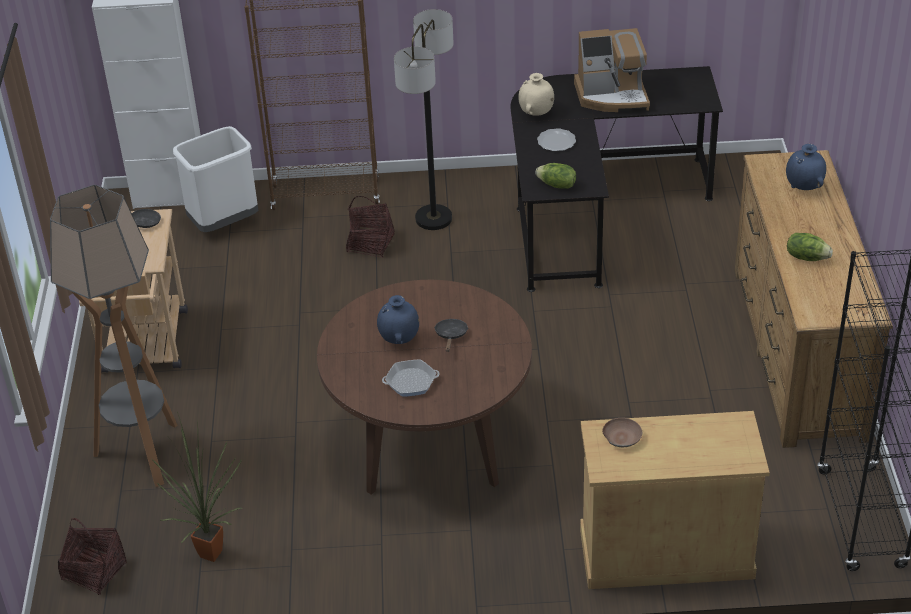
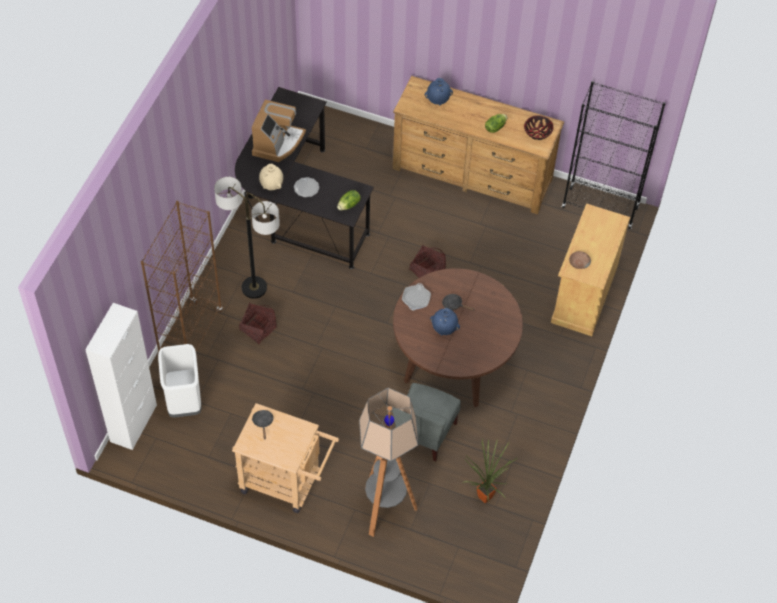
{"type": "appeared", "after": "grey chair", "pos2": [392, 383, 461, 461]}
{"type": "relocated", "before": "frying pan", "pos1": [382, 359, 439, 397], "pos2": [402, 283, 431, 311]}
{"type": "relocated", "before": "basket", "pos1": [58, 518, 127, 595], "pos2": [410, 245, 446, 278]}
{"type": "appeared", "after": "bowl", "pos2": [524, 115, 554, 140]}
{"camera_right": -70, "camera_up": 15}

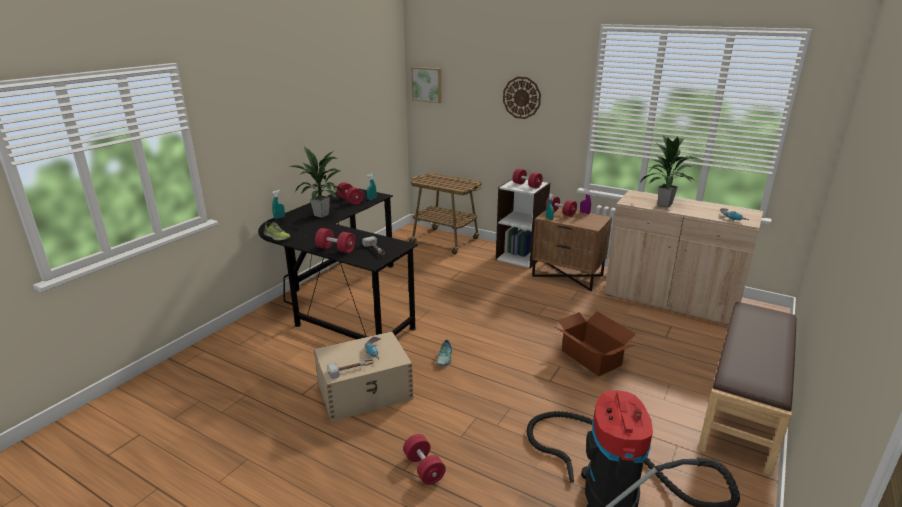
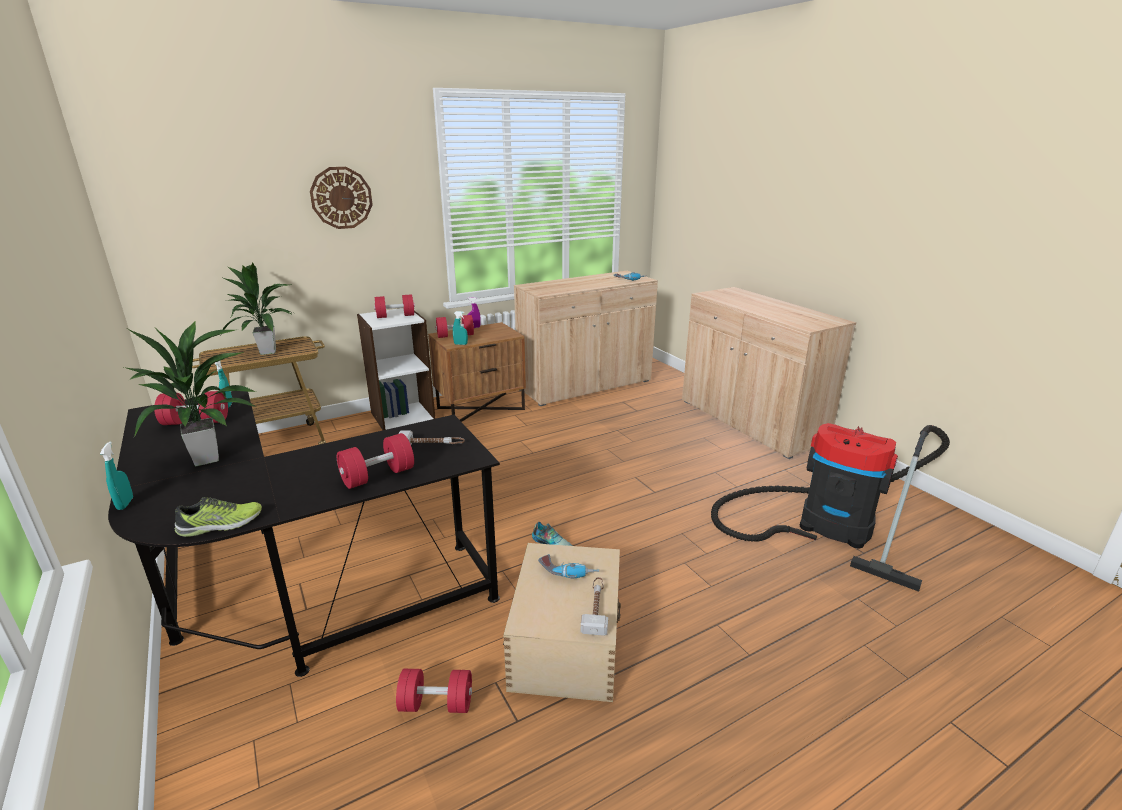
{"type": "relocated", "before": "potted plant", "pos1": [641, 136, 701, 207], "pos2": [221, 262, 293, 355]}
{"type": "relocated", "before": "red dumbbell", "pos1": [403, 434, 446, 485], "pos2": [396, 669, 472, 713]}
{"type": "exchanged", "before": "brown bench", "after": "beige cabinet", "pos1": [697, 302, 797, 476], "pos2": [682, 287, 856, 459]}
{"type": "missing", "before": "picture", "pos1": [411, 67, 441, 103]}
{"type": "missing", "before": "cardboard box", "pos1": [555, 311, 635, 376]}
{"camera_right": -60, "camera_up": 0}

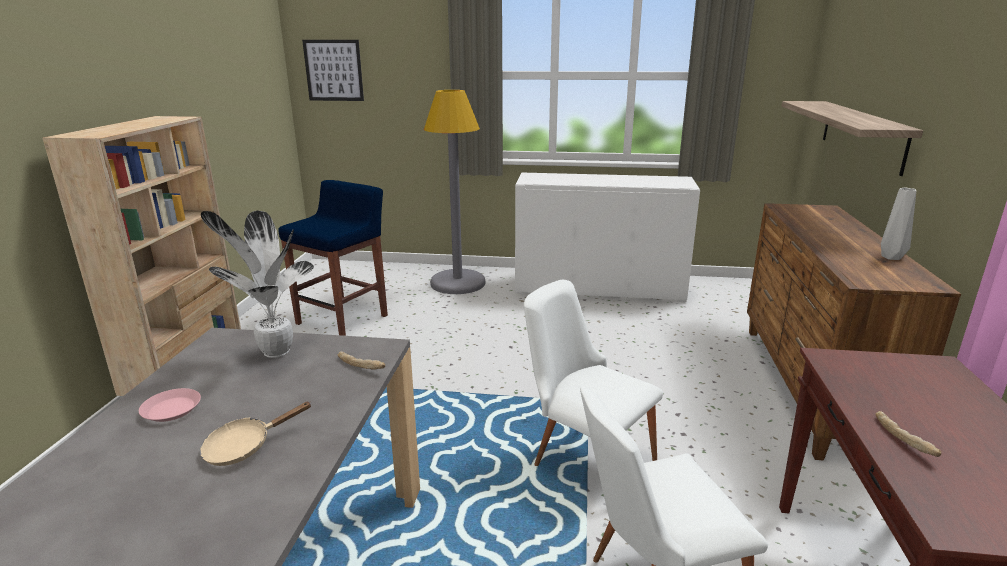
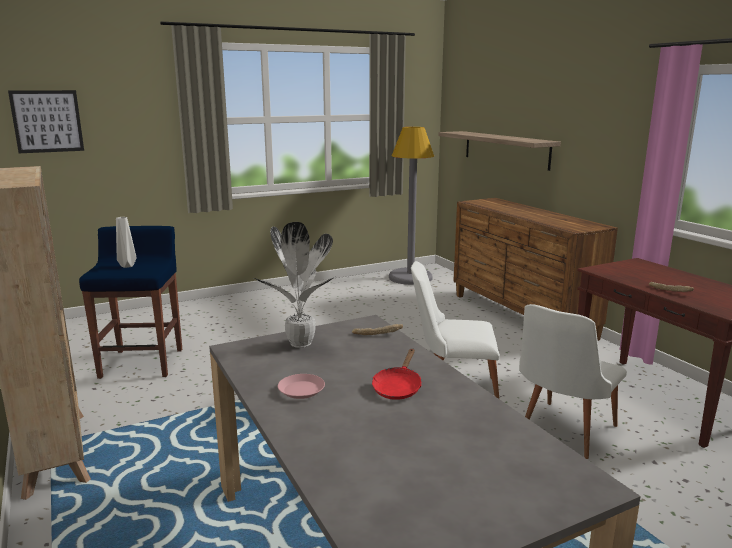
{"type": "relocated", "before": "grey vase", "pos1": [881, 188, 916, 260], "pos2": [116, 217, 137, 268]}
{"type": "colour", "before": "beige frying pan", "after": "red frying pan", "pos1": [200, 402, 312, 466], "pos2": [372, 348, 422, 400]}
{"type": "relocated", "before": "grey floor lamp", "pos1": [424, 90, 485, 294], "pos2": [389, 127, 434, 285]}
{"type": "missing", "before": "white cabinet", "pos1": [515, 173, 700, 302]}
{"camera_right": -35, "camera_up": -5}

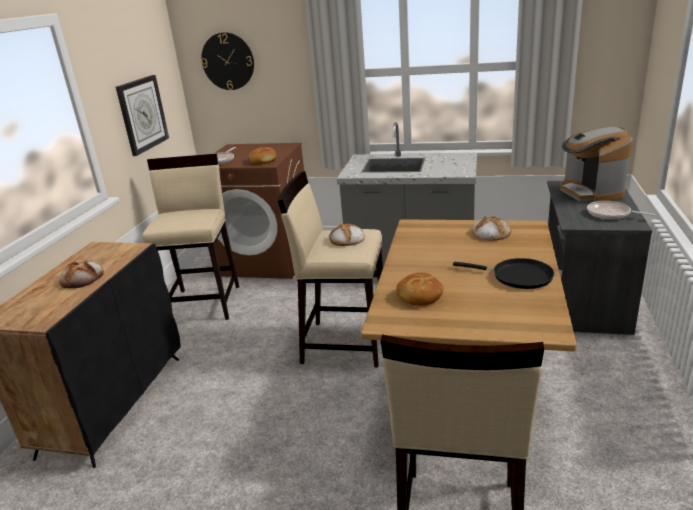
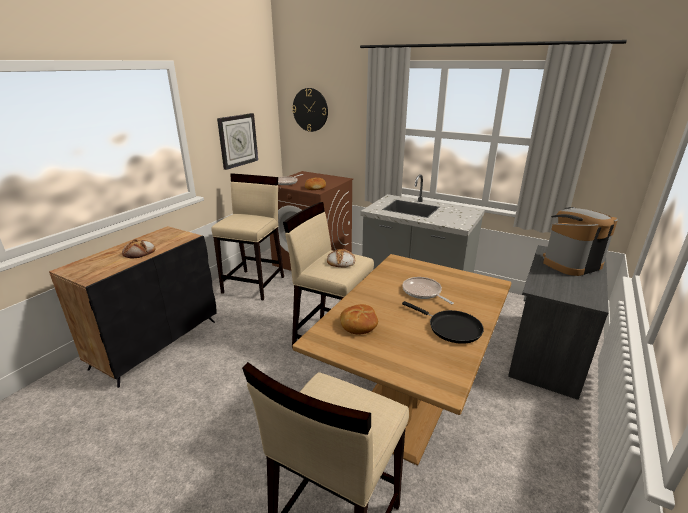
{"type": "relocated", "before": "frying pan", "pos1": [587, 201, 656, 220], "pos2": [402, 277, 454, 304]}
{"type": "spun", "before": "coffee machine", "pos1": [560, 127, 633, 202], "pos2": [543, 207, 618, 276], "turn": 60}
{"type": "missing", "before": "bread", "pos1": [472, 215, 511, 241]}
{"camera_right": 15, "camera_up": 0}

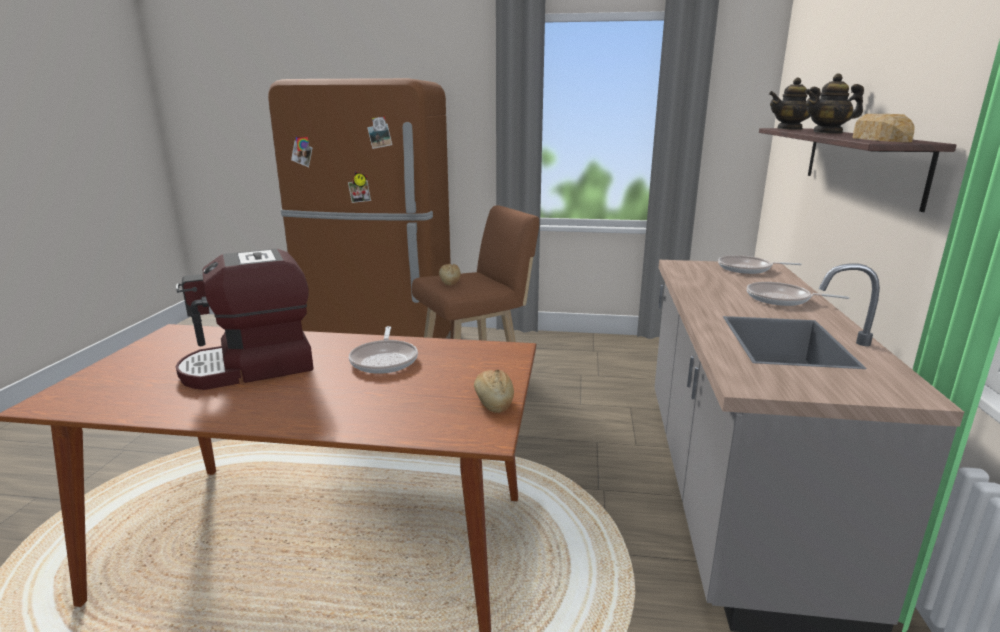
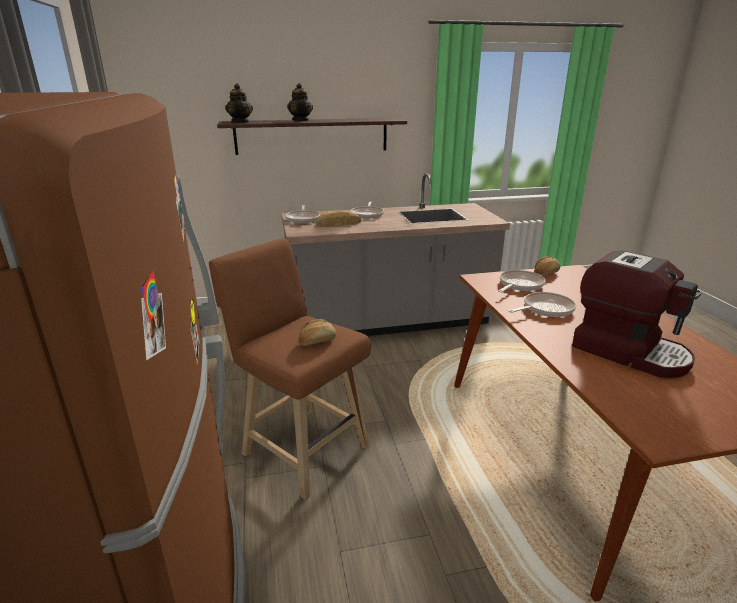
{"type": "relocated", "before": "bread", "pos1": [852, 114, 915, 142], "pos2": [316, 210, 361, 227]}
{"type": "appeared", "after": "frying pan", "pos2": [498, 270, 546, 292]}
{"camera_right": -110, "camera_up": 5}

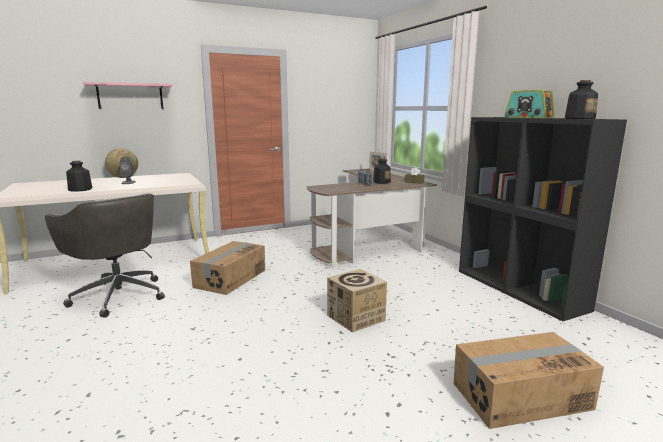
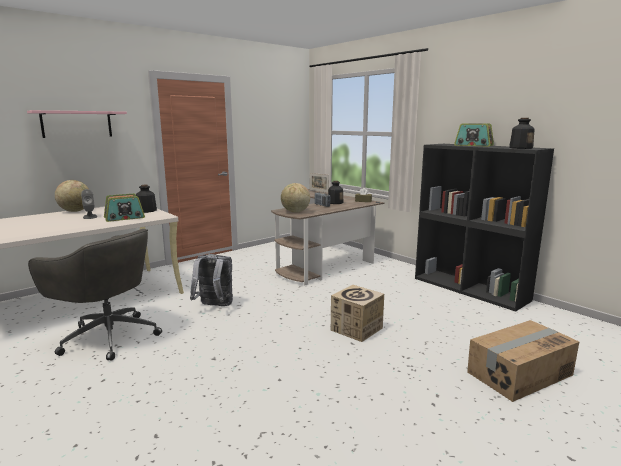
{"type": "appeared", "after": "radio", "pos2": [104, 193, 145, 222]}
{"type": "relocated", "before": "bottle", "pos1": [66, 160, 92, 192], "pos2": [136, 185, 157, 213]}
{"type": "exchanged", "before": "cardboard box", "after": "grey backpack", "pos1": [190, 241, 265, 295], "pos2": [190, 254, 233, 306]}
{"type": "appeared", "after": "globe", "pos2": [281, 183, 310, 213]}
{"camera_right": -15, "camera_up": 0}

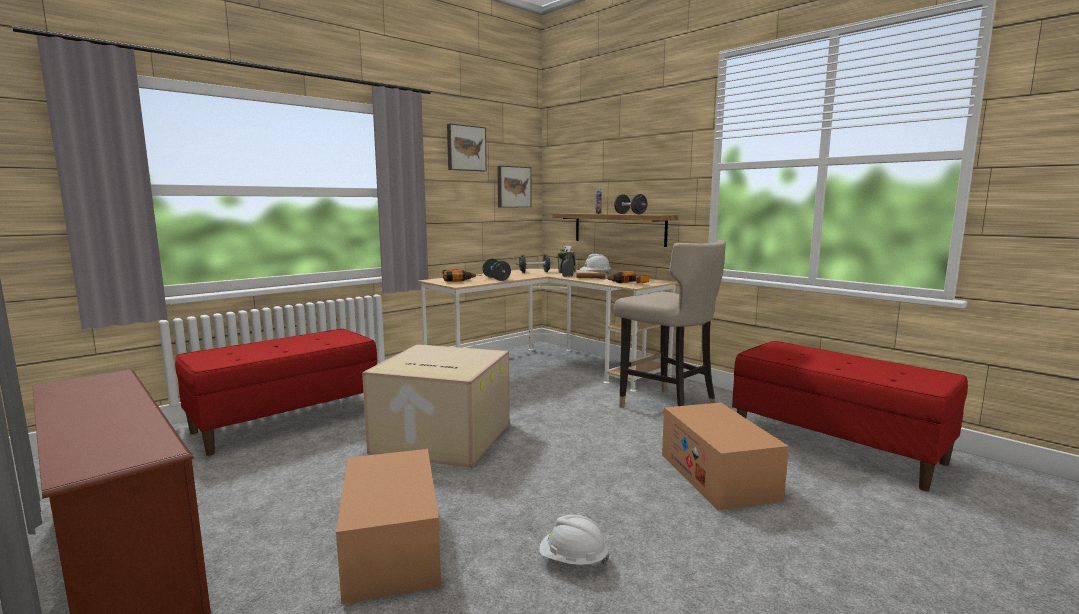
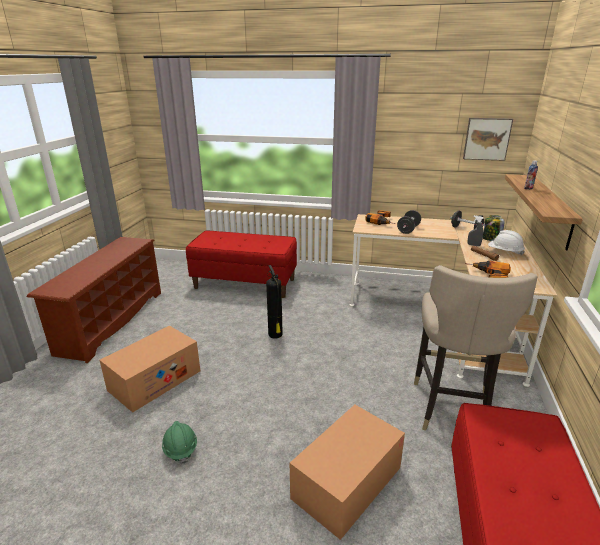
{"type": "colour", "before": "white hard hat", "after": "green hard hat", "pos1": [539, 515, 609, 566], "pos2": [162, 421, 197, 464]}
{"type": "exchanged", "before": "cardboard box", "after": "fire extinguisher", "pos1": [362, 344, 510, 468], "pos2": [266, 265, 283, 339]}
{"type": "missing", "before": "picture", "pos1": [447, 123, 487, 171]}
{"type": "missing", "before": "black dumbbell", "pos1": [614, 194, 647, 214]}
{"camera_right": 55, "camera_up": 15}

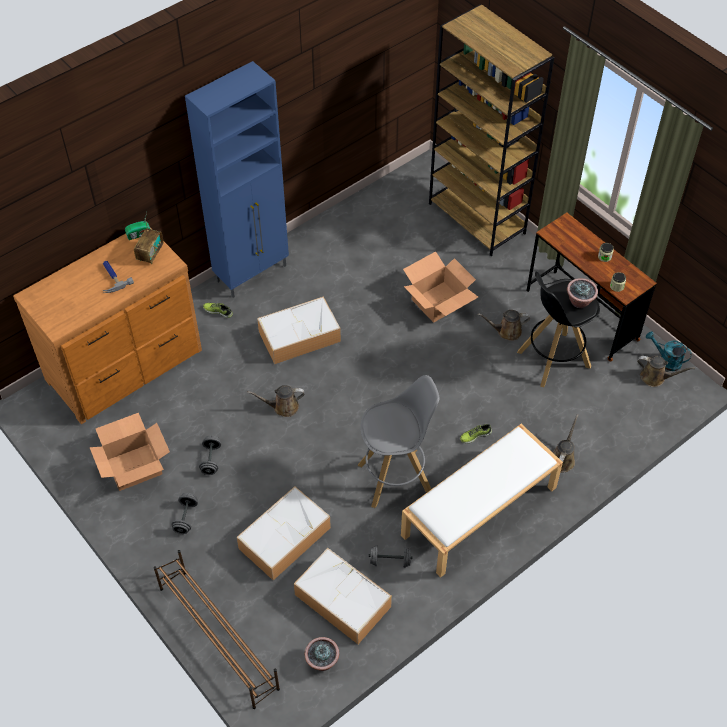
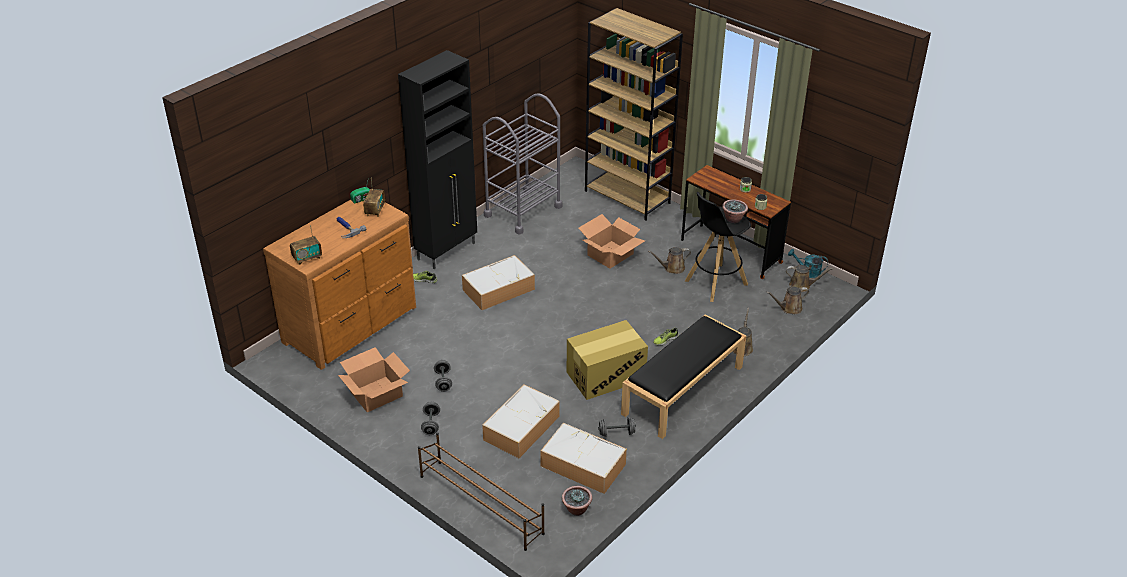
{"type": "appeared", "after": "radio", "pos2": [290, 225, 322, 265]}
{"type": "colour", "before": "blue cabinet", "after": "black cabinet", "pos1": [185, 61, 289, 298], "pos2": [398, 50, 477, 269]}
{"type": "appeared", "after": "grey cart", "pos2": [483, 93, 563, 235]}
{"type": "exchanged", "before": "grey stool", "after": "cardboard box", "pos1": [357, 375, 440, 508], "pos2": [567, 320, 648, 400]}
{"type": "colour", "before": "white bench", "after": "black bench", "pos1": [401, 424, 563, 578], "pos2": [621, 314, 746, 439]}
{"type": "relocated", "before": "brown watering can", "pos1": [248, 385, 304, 417], "pos2": [766, 287, 809, 314]}
{"camera_right": -10, "camera_up": -15}

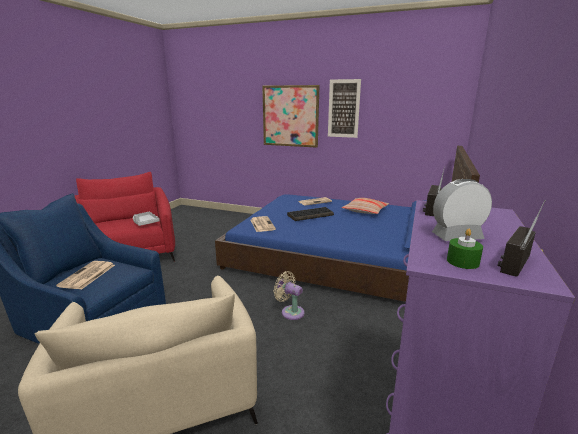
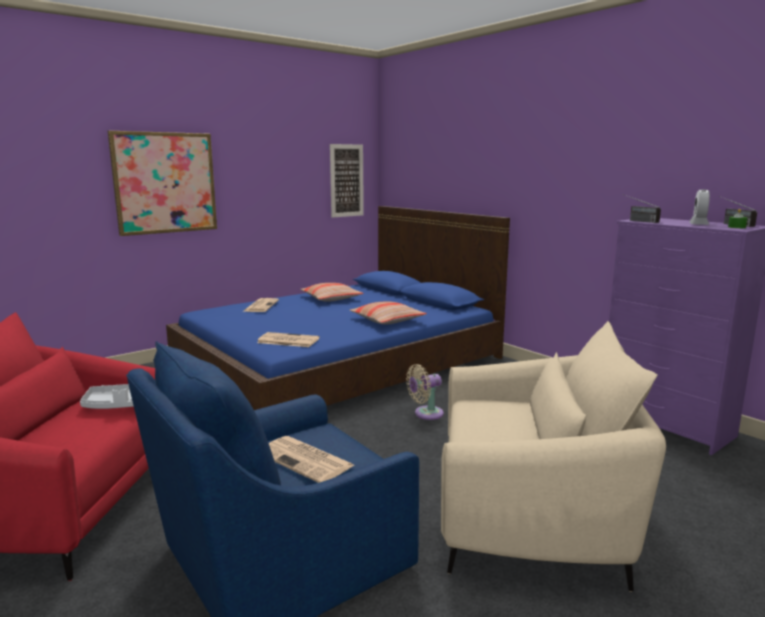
{"type": "relocated", "before": "picture", "pos1": [328, 79, 361, 138], "pos2": [330, 144, 364, 218]}
{"type": "appeared", "after": "pillow", "pos2": [349, 302, 427, 324]}
{"type": "missing", "before": "keyboard", "pos1": [287, 207, 334, 221]}
{"camera_right": -60, "camera_up": -5}

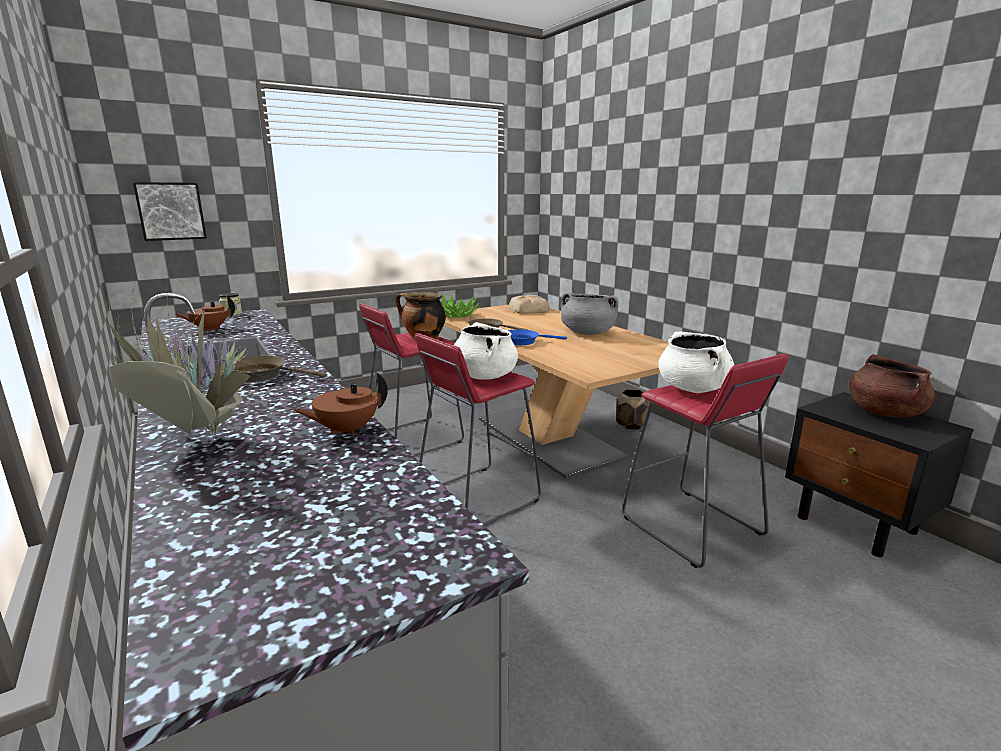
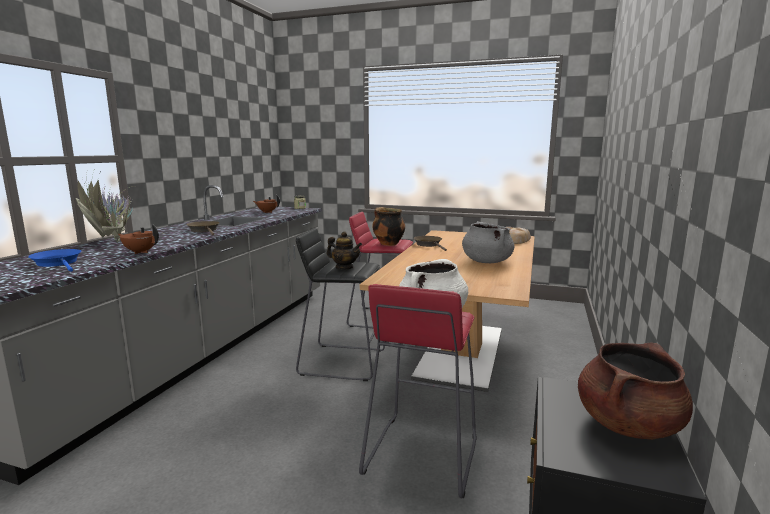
{"type": "relocated", "before": "blue frying pan", "pos1": [508, 329, 567, 345], "pos2": [28, 249, 81, 272]}
{"type": "colour", "before": "red stool", "after": "black stool", "pos1": [415, 333, 541, 526], "pos2": [296, 228, 385, 381]}
{"type": "exchanged", "before": "white cooking pot", "after": "teapot", "pos1": [454, 322, 518, 380], "pos2": [327, 231, 362, 270]}
{"type": "missing", "before": "picture", "pos1": [133, 182, 207, 241]}
{"type": "missing", "before": "potted plant", "pos1": [441, 293, 480, 318]}
{"type": "missing", "before": "brown planter", "pos1": [616, 389, 650, 430]}
{"camera_right": 50, "camera_up": -5}

